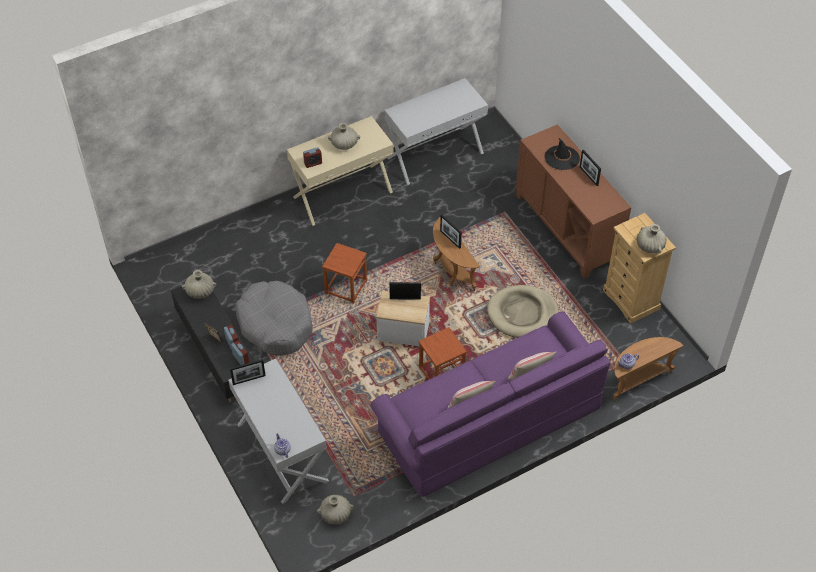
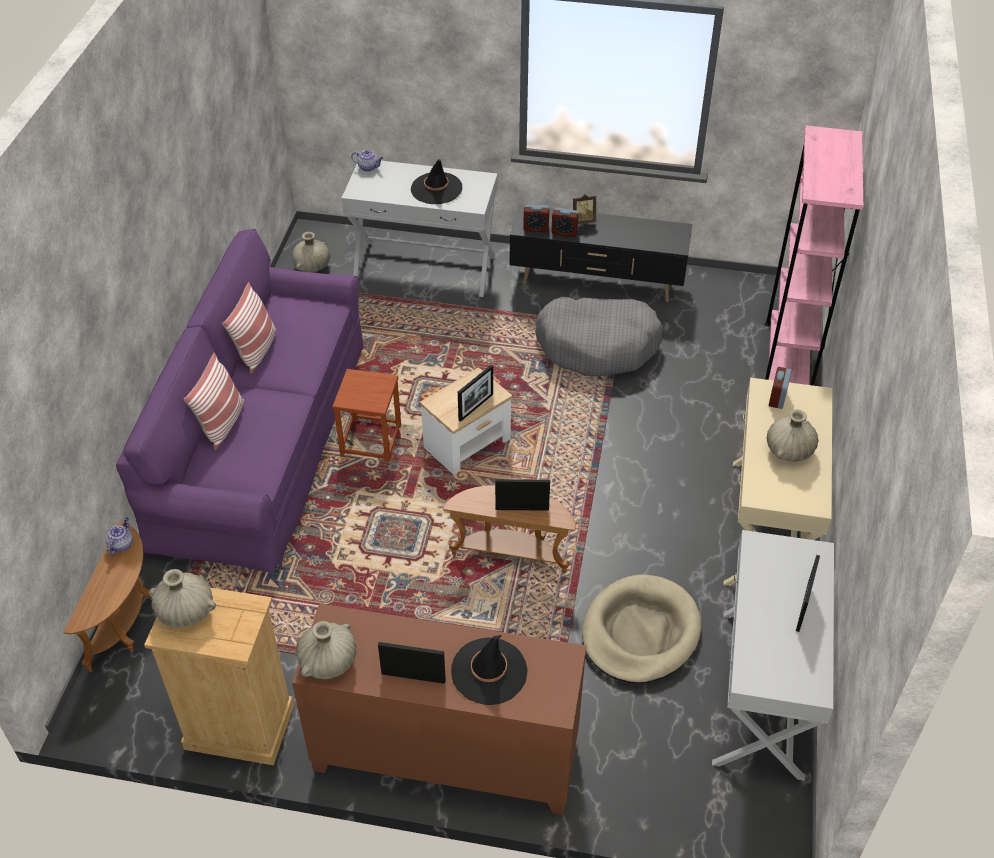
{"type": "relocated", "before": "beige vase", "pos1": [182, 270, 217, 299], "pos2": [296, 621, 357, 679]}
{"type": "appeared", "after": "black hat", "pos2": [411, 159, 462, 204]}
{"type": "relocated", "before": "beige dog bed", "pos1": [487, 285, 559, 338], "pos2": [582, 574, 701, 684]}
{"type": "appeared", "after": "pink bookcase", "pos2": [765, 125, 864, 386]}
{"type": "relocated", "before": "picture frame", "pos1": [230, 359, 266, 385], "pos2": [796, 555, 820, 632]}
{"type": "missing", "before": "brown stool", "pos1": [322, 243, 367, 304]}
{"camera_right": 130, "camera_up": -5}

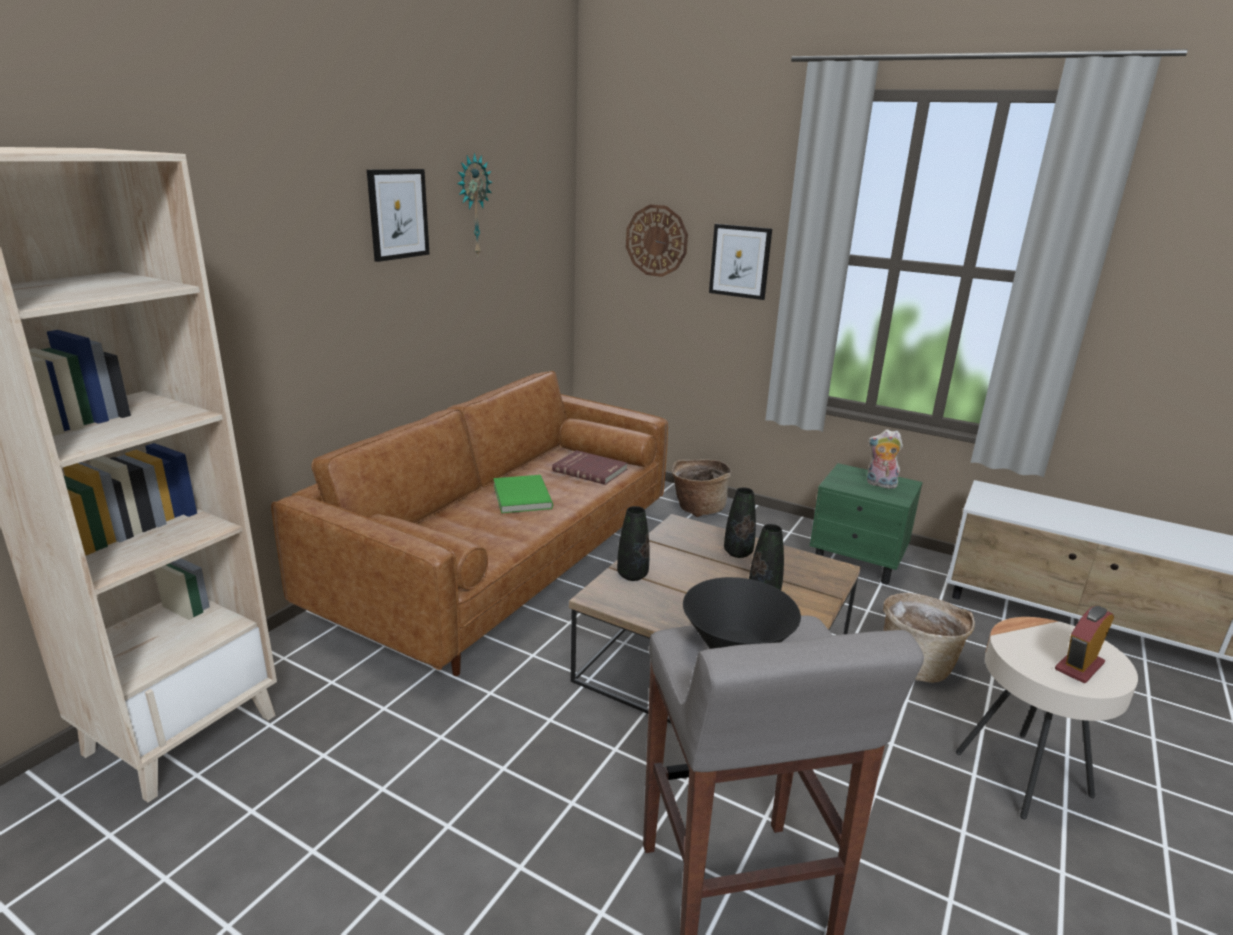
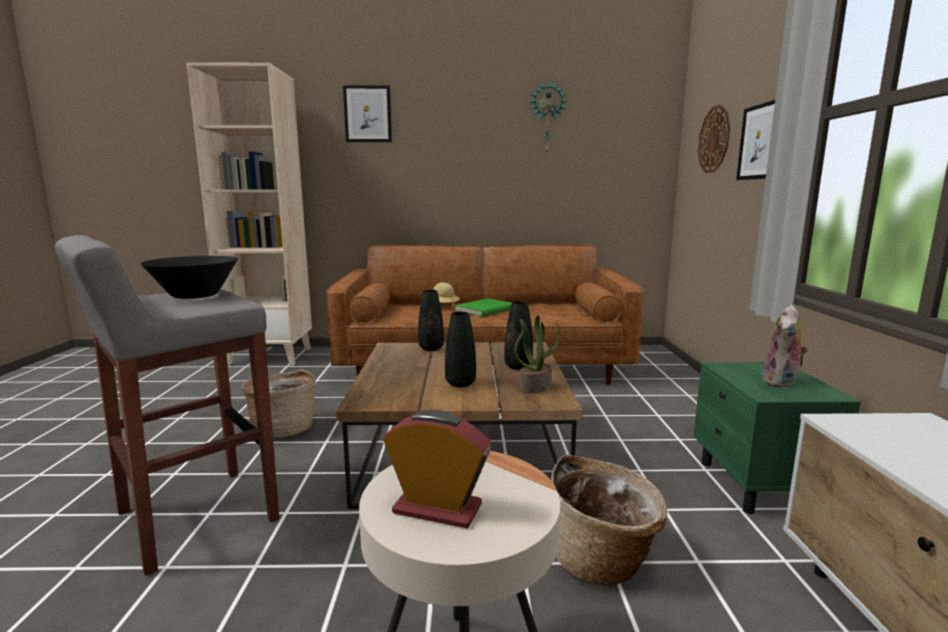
{"type": "relocated", "before": "basket", "pos1": [672, 459, 732, 517], "pos2": [241, 369, 316, 438]}
{"type": "relocated", "before": "picture", "pos1": [367, 169, 430, 262], "pos2": [343, 85, 392, 142]}
{"type": "appeared", "after": "beige hat", "pos2": [433, 282, 460, 310]}
{"type": "appeared", "after": "potted plant", "pos2": [514, 315, 561, 393]}
{"type": "spun", "before": "plush toy", "pos1": [867, 429, 903, 489], "pos2": [763, 305, 808, 388], "turn": -135}
{"type": "missing", "before": "red book", "pos1": [552, 450, 628, 485]}
{"camera_right": 60, "camera_up": -10}

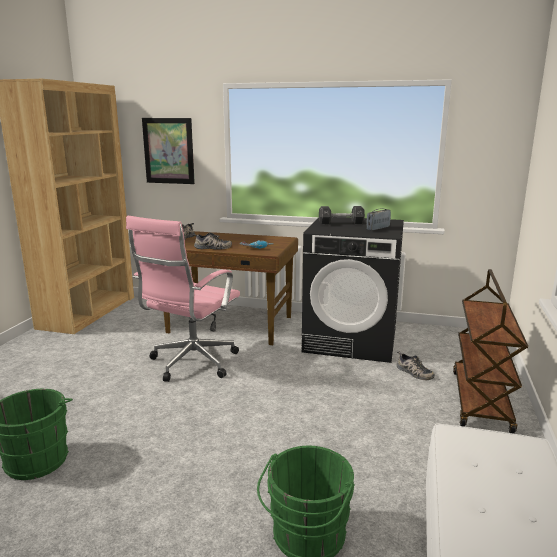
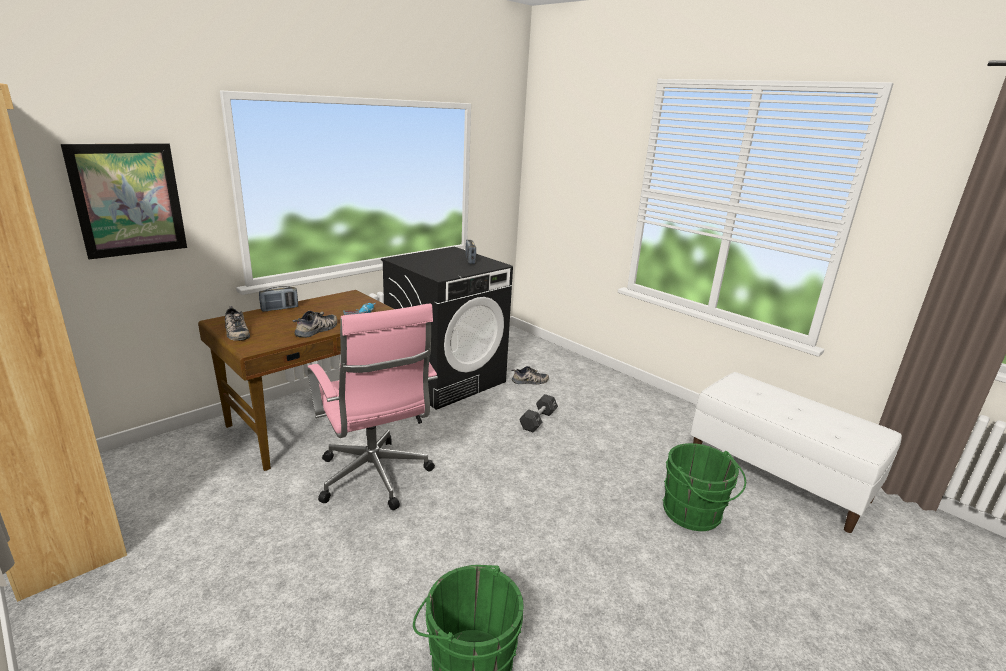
{"type": "appeared", "after": "radio", "pos2": [259, 286, 298, 312]}
{"type": "relocated", "before": "black dumbbell", "pos1": [319, 206, 365, 225], "pos2": [519, 394, 558, 432]}
{"type": "missing", "before": "brown cart", "pos1": [453, 269, 528, 434]}
{"camera_right": -60, "camera_up": 5}

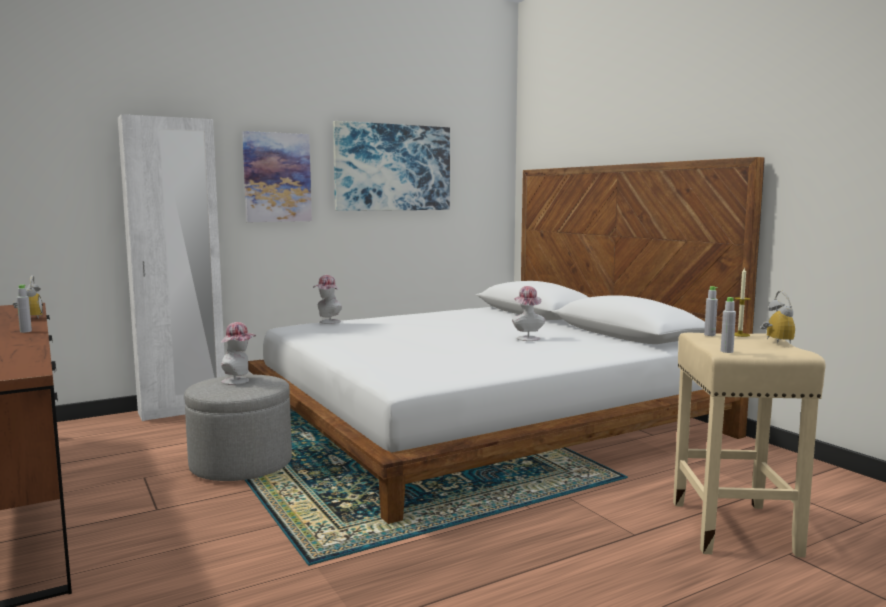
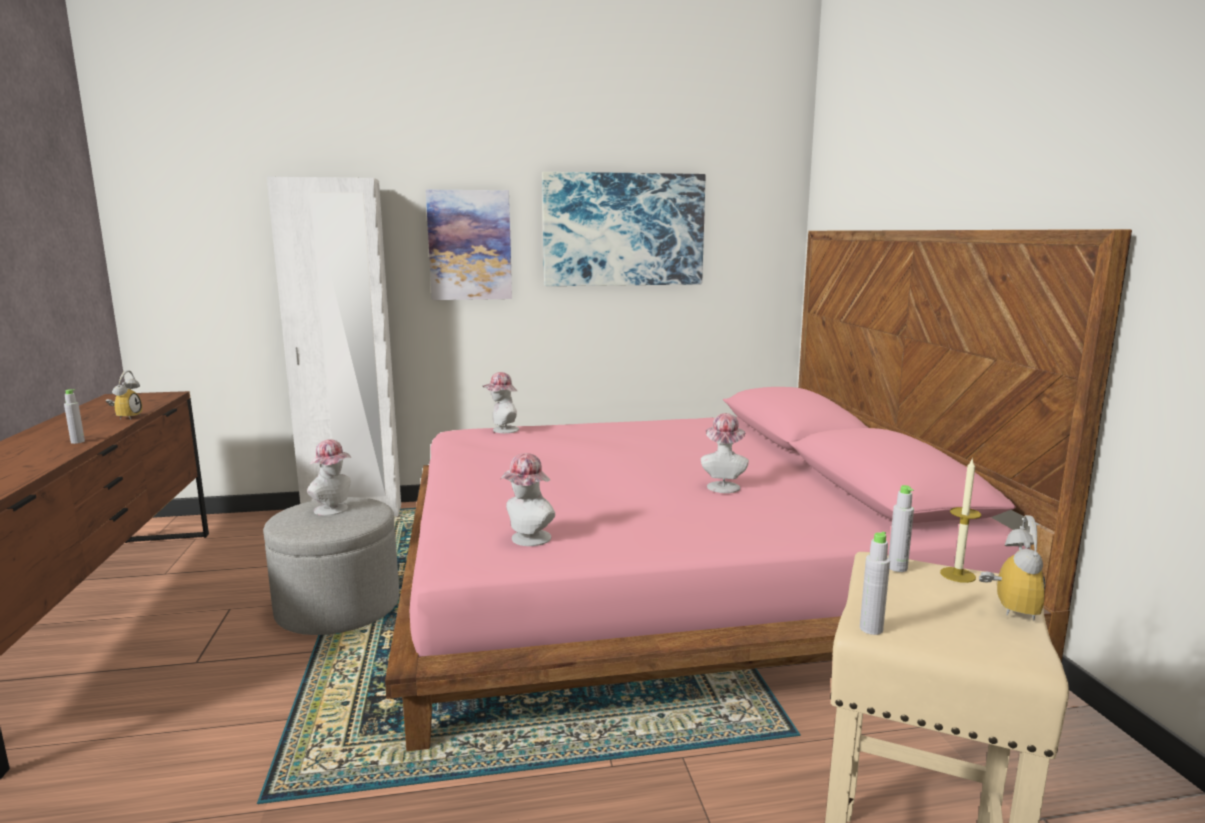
{"type": "colour", "before": "white bed", "after": "pink bed", "pos1": [248, 157, 765, 524], "pos2": [385, 229, 1132, 751]}
{"type": "appeared", "after": "hat", "pos2": [501, 453, 555, 546]}
{"camera_right": 20, "camera_up": 5}

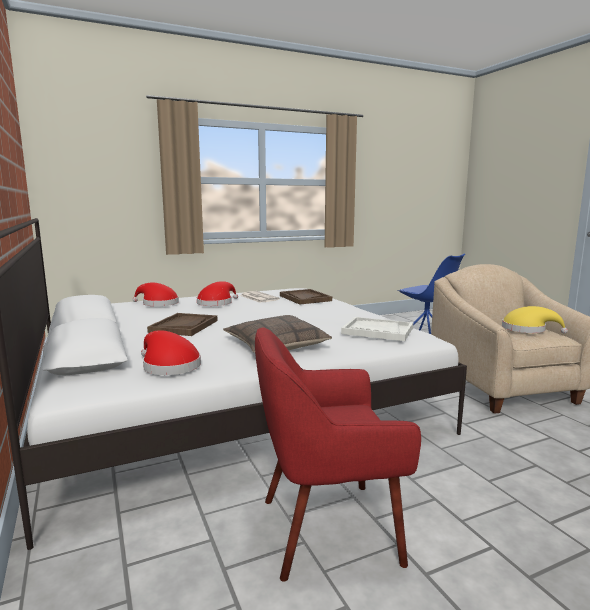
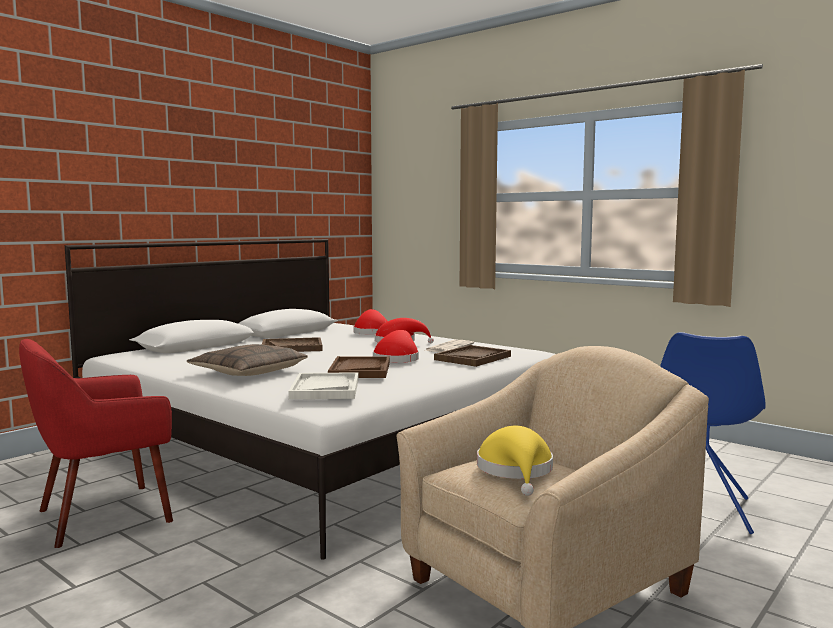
{"type": "spun", "before": "red armchair", "pos1": [255, 327, 421, 582], "pos2": [19, 339, 173, 548], "turn": -90}
{"type": "appeared", "after": "brown tray", "pos2": [328, 356, 390, 378]}
{"type": "relocated", "before": "red hat", "pos1": [141, 330, 201, 375], "pos2": [373, 330, 419, 363]}
{"camera_right": 65, "camera_up": -5}

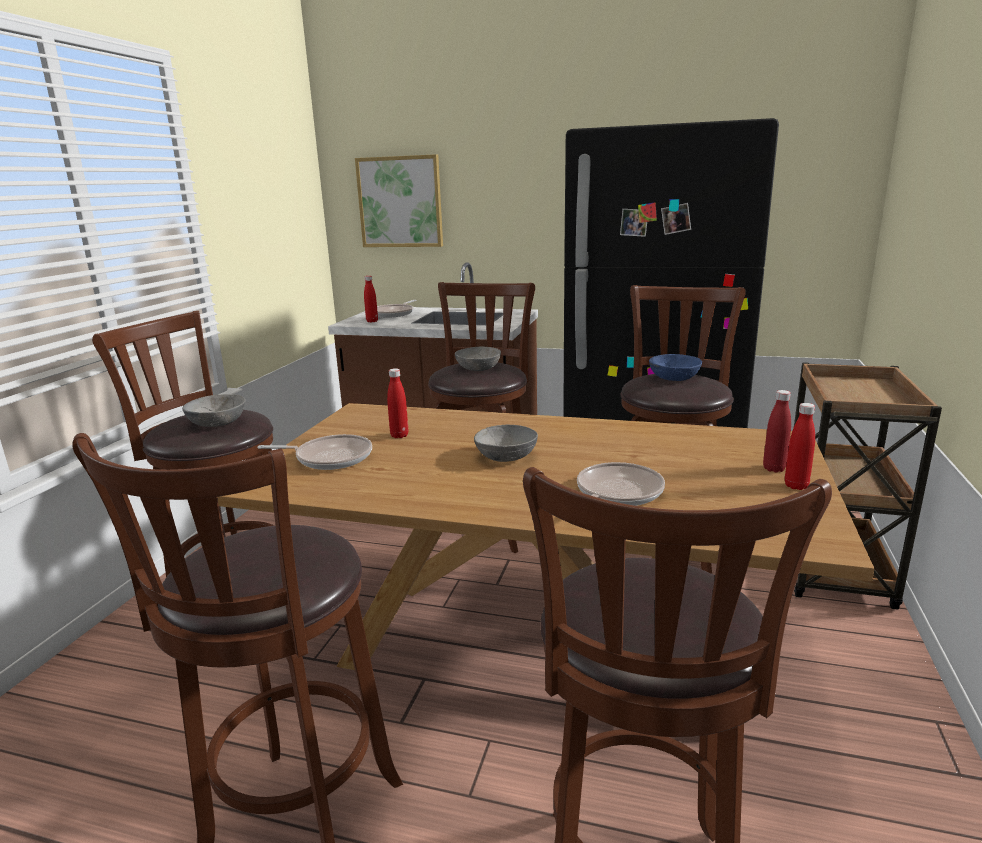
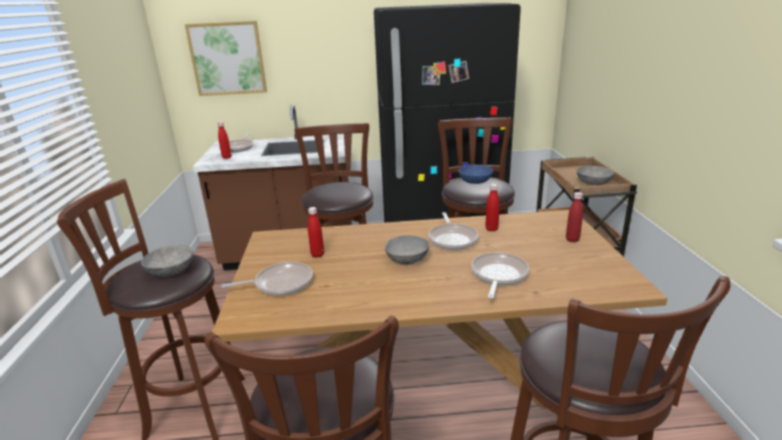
{"type": "appeared", "after": "frying pan", "pos2": [428, 212, 479, 250]}
{"type": "relocated", "before": "red bottle", "pos1": [785, 403, 815, 490], "pos2": [485, 184, 500, 231]}
{"type": "relocated", "before": "grey bowl", "pos1": [455, 347, 501, 371], "pos2": [577, 166, 614, 185]}
{"camera_right": -20, "camera_up": 5}

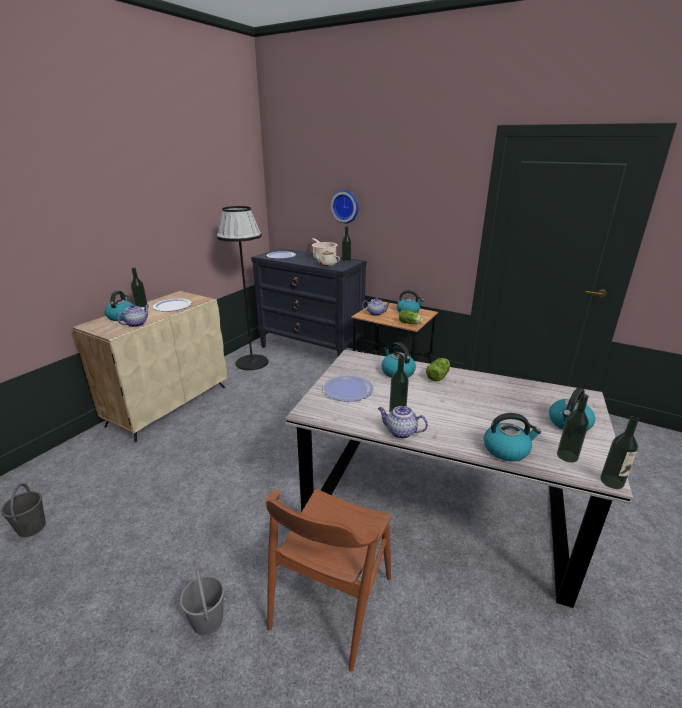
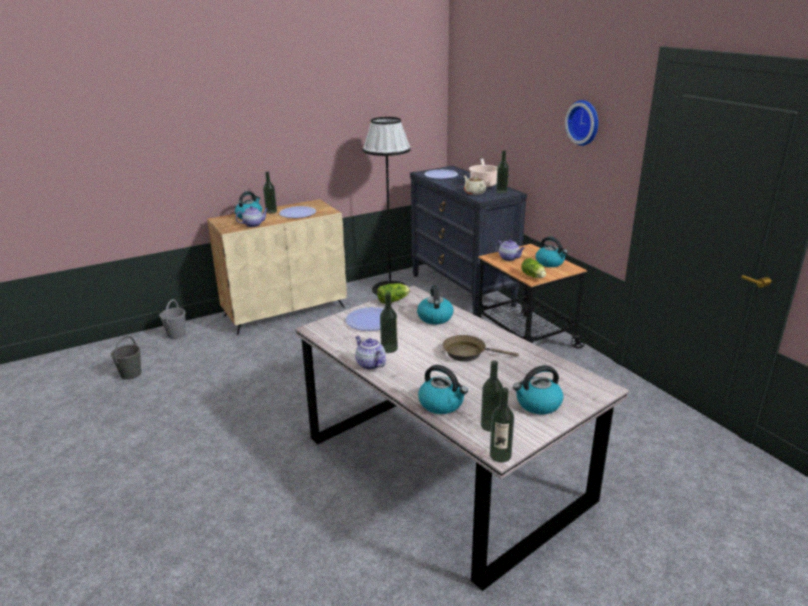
{"type": "relocated", "before": "grey bucket", "pos1": [180, 568, 225, 635], "pos2": [159, 299, 186, 339]}
{"type": "relocated", "before": "lettuce", "pos1": [426, 358, 450, 381], "pos2": [377, 283, 410, 304]}
{"type": "appeared", "after": "brown frying pan", "pos2": [443, 335, 519, 362]}
{"type": "relocated", "before": "wall clock", "pos1": [331, 190, 359, 224], "pos2": [565, 100, 598, 146]}
{"type": "missing", "before": "brown chair", "pos1": [265, 489, 392, 672]}
{"camera_right": 30, "camera_up": 0}

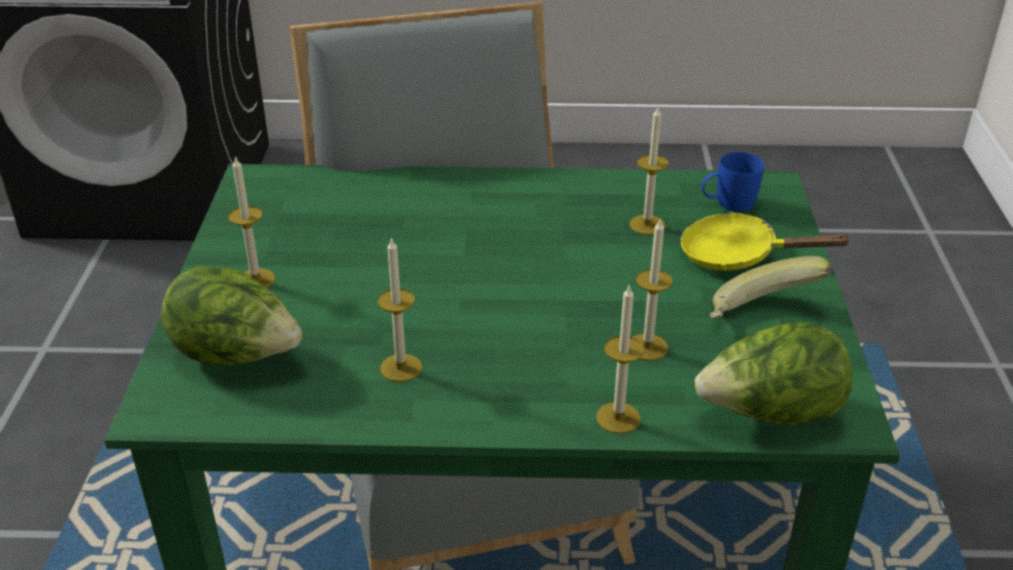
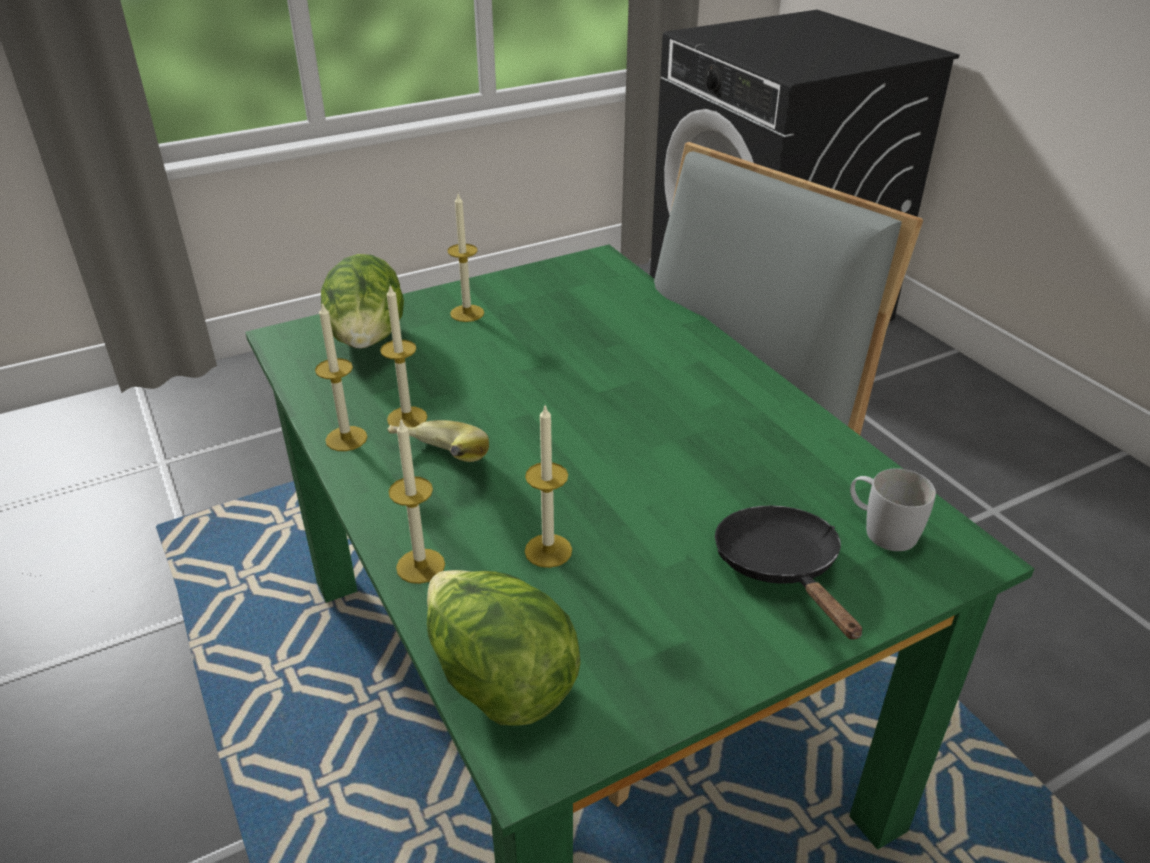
{"type": "relocated", "before": "candle", "pos1": [630, 107, 669, 235], "pos2": [315, 303, 367, 451]}
{"type": "relocated", "before": "banana", "pos1": [710, 256, 833, 319], "pos2": [387, 420, 489, 462]}
{"type": "colour", "before": "yellow frying pan", "after": "black frying pan", "pos1": [680, 212, 852, 271], "pos2": [715, 505, 862, 639]}
{"type": "colour", "before": "blue mug", "after": "white mug", "pos1": [701, 152, 764, 212], "pos2": [850, 468, 936, 551]}
{"camera_right": 60, "camera_up": 0}

